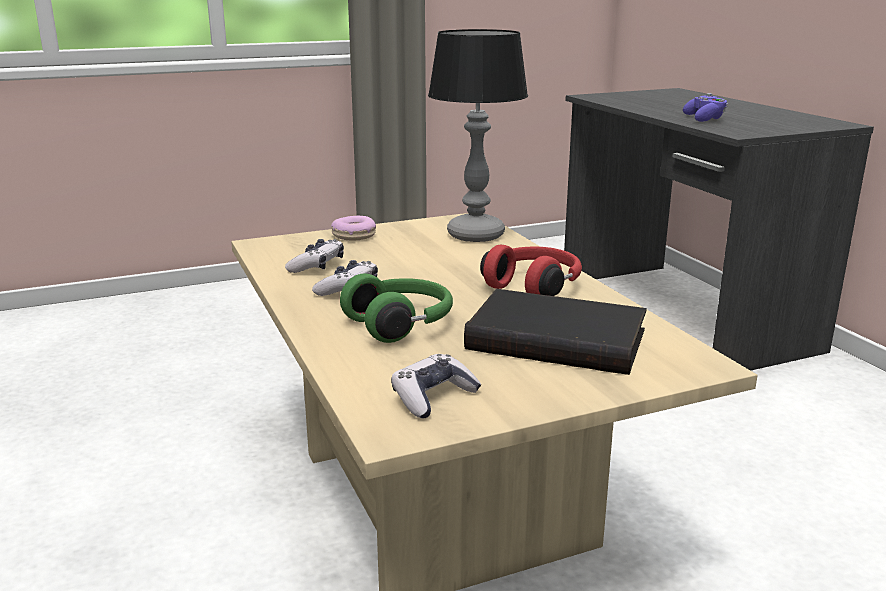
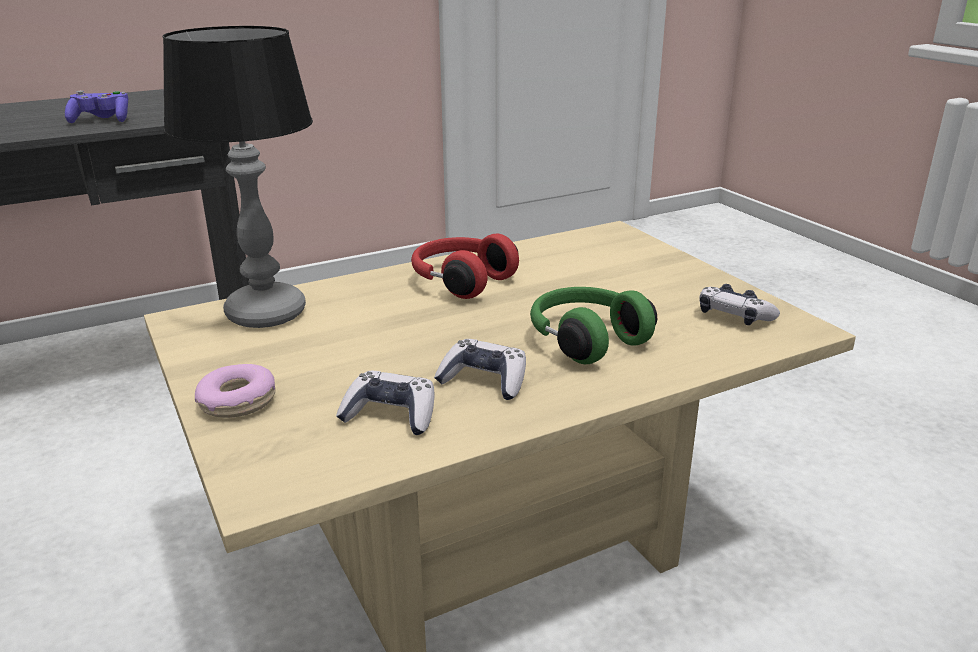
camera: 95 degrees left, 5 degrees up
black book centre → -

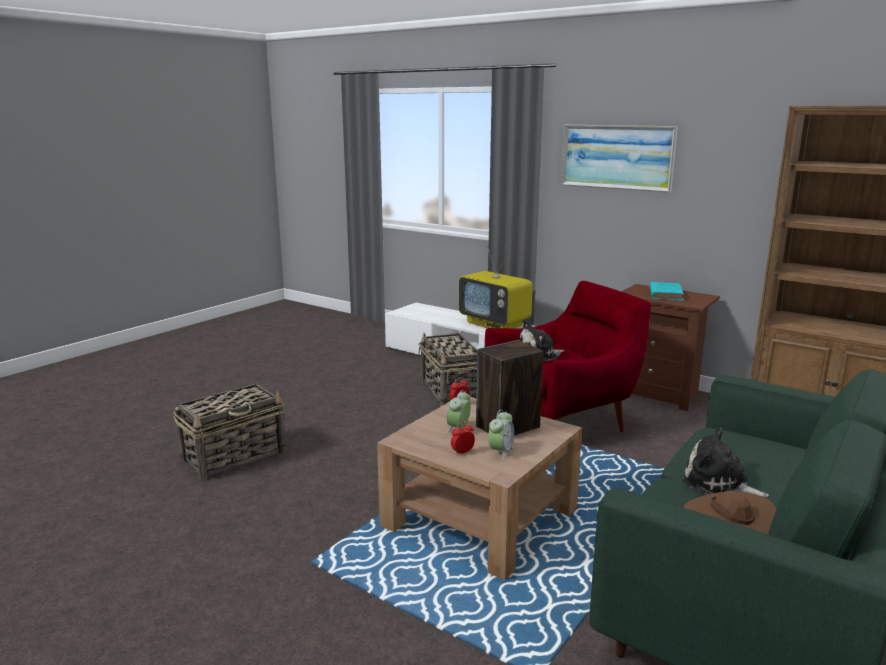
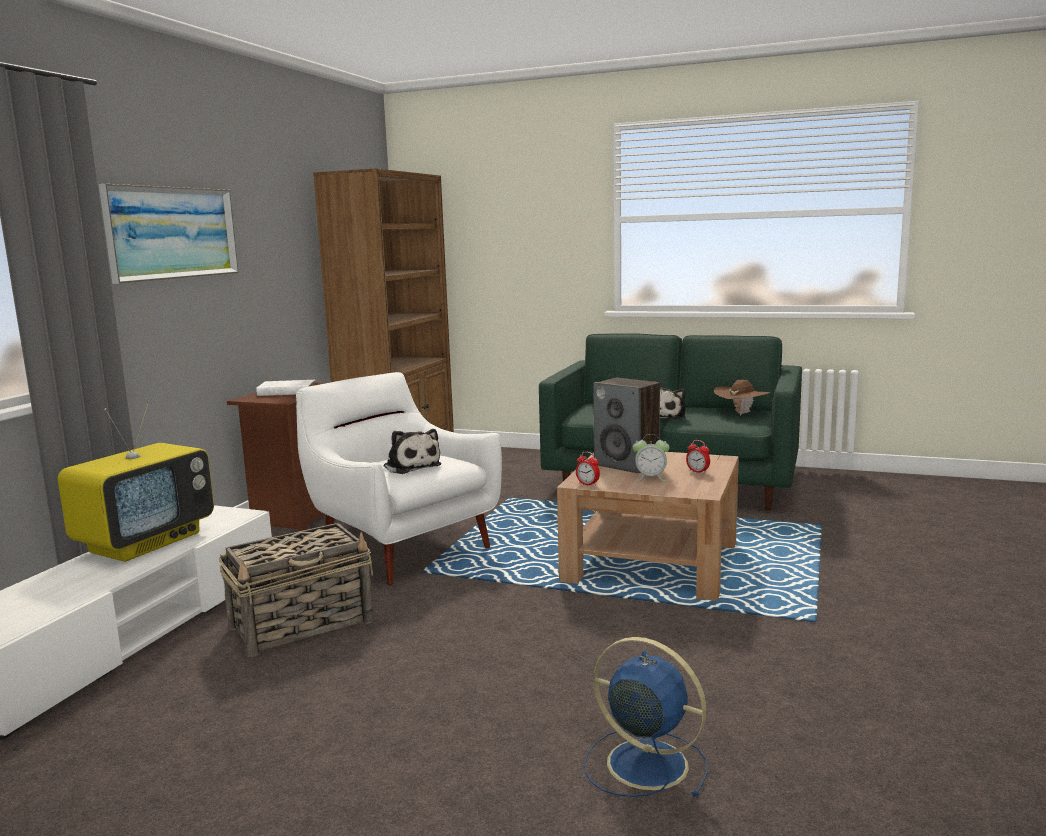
camera: 105 degrees left, 5 degrees down
turquoise book middle right → white book middle left
red armchair centre → white armchair centre
basket (no. 1 from left) middle left → blue fan bottom centre
alarm clock (no. 4 from left) centre → -

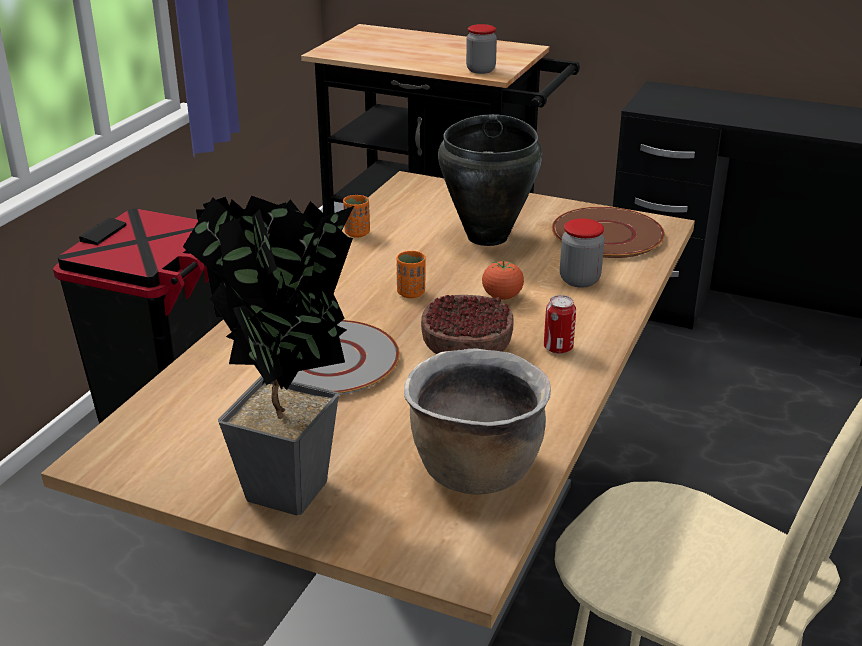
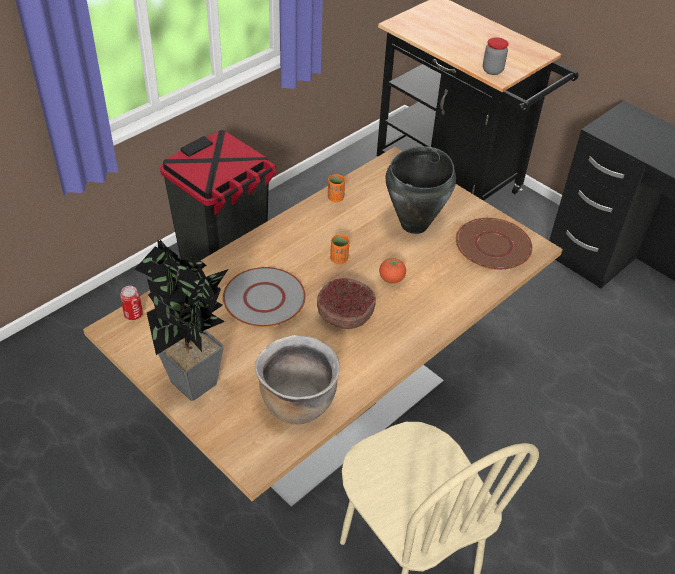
camera: 20 degrees right, 15 degrees up
can centre → can middle left, relocated
jar (no. 2 from left) middle right → -

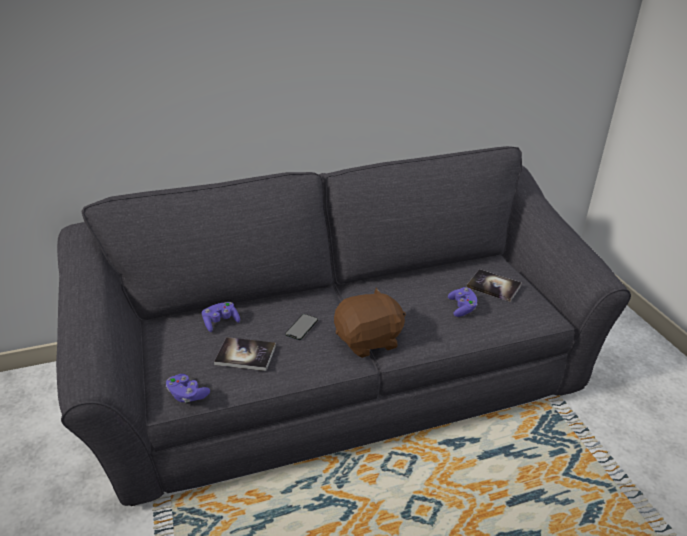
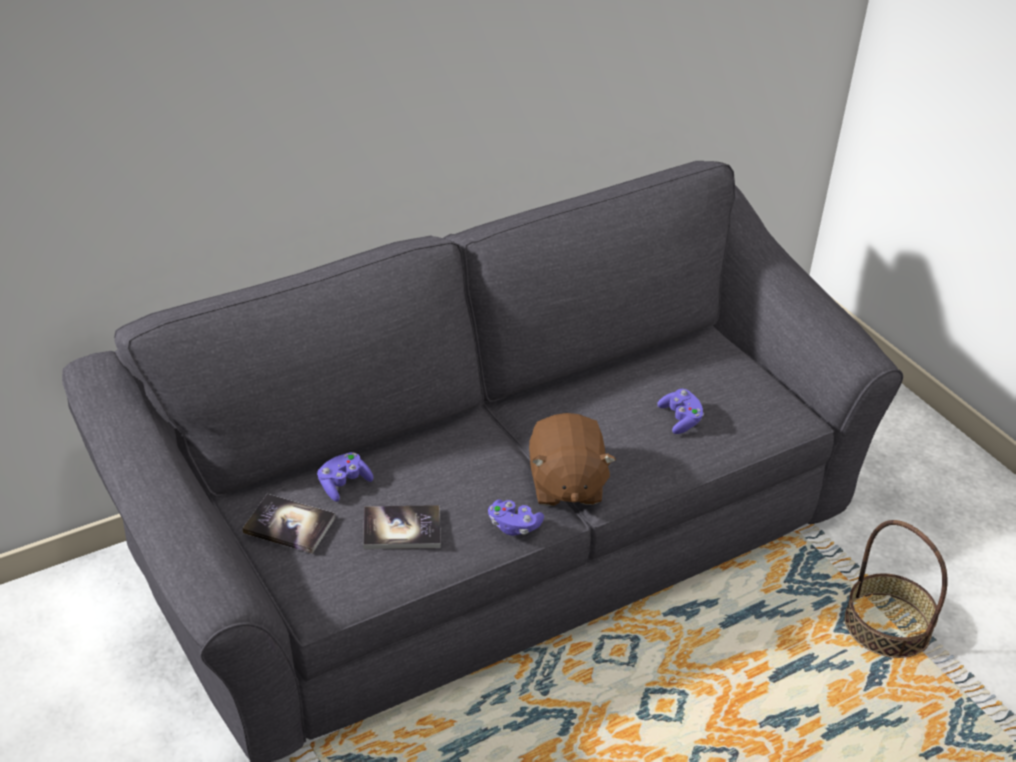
camera: 15 degrees left, 5 degrees up
book (no. 2 from left in the first image) middle right → book (no. 1 from left) bottom left, relocated
purple game controller (no. 1 from left in the first image) bottom left → purple game controller (no. 2 from left) bottom centre, relocated
brown plush toy centre, 120 degrees clockwise
- → basket bottom right
phone centre → -

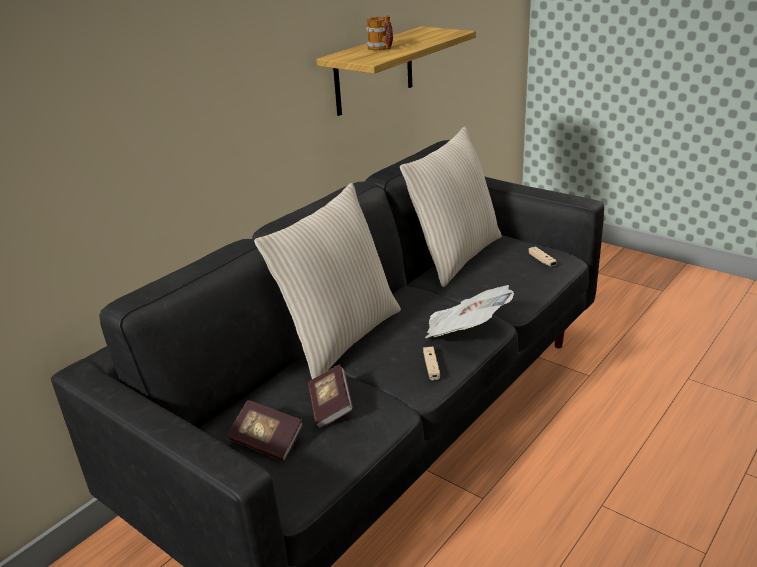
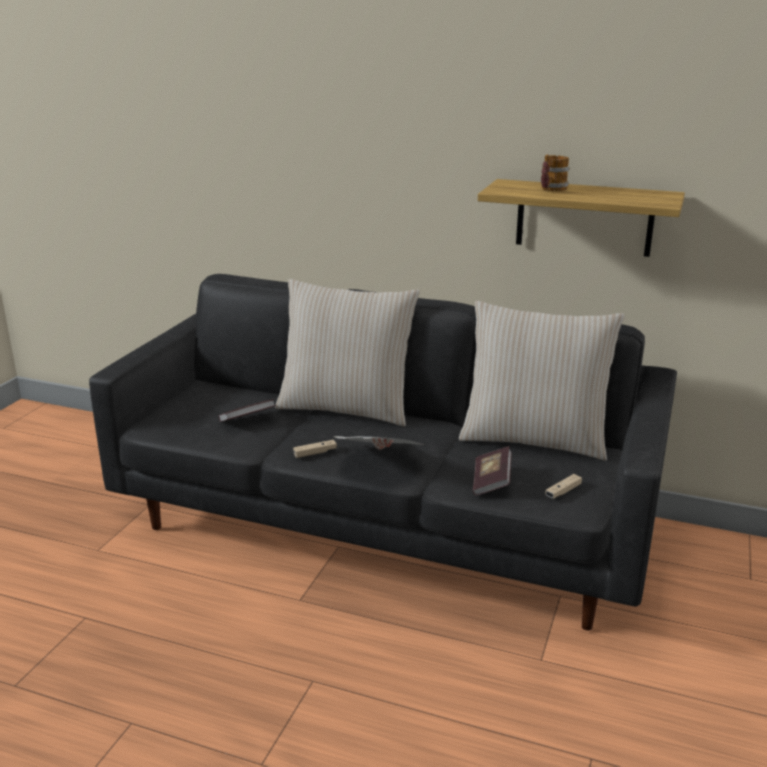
camera: 70 degrees right, 5 degrees down
book (no. 1 from left in the first image) bottom centre → book (no. 2 from left) centre, relocated

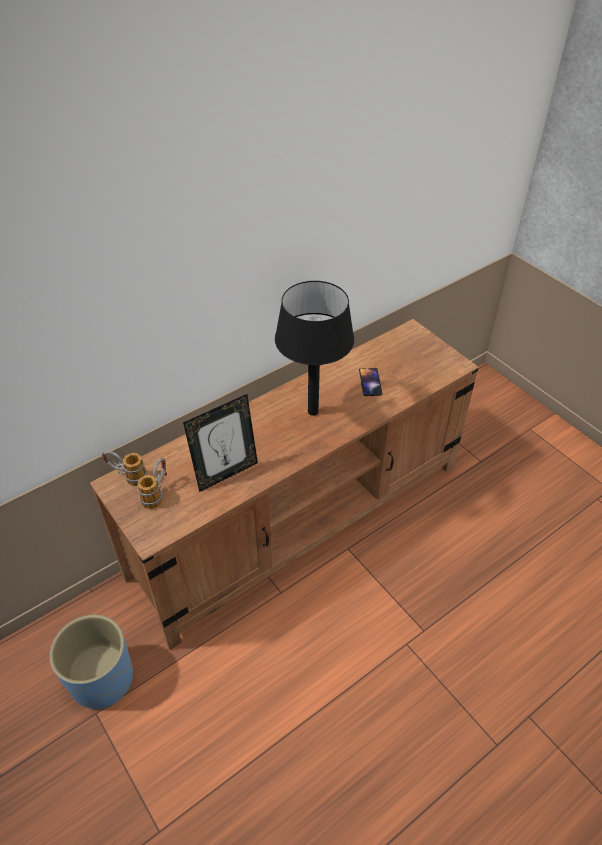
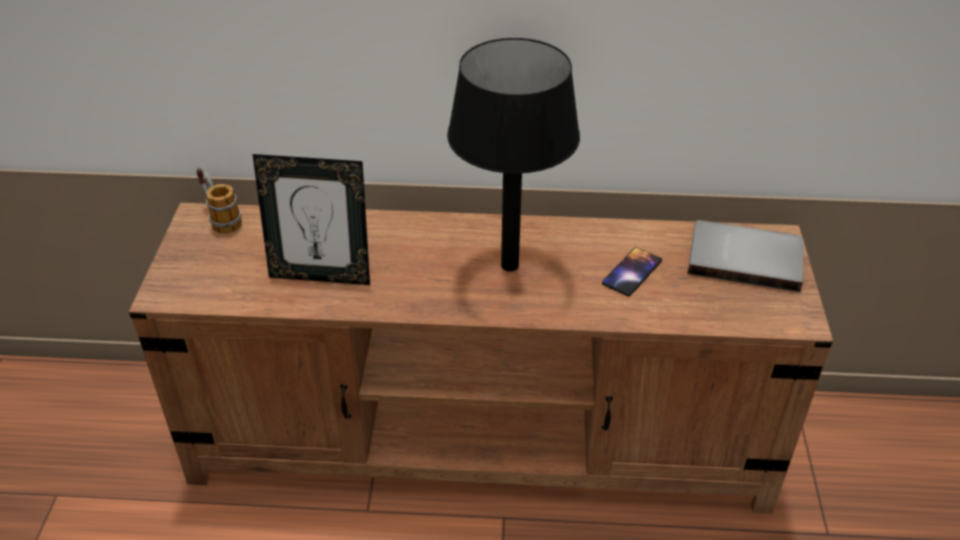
camera: 40 degrees right, 5 degrees down
- → grey book middle right
blue planter bottom left → -
mug (no. 2 from left) middle left → -

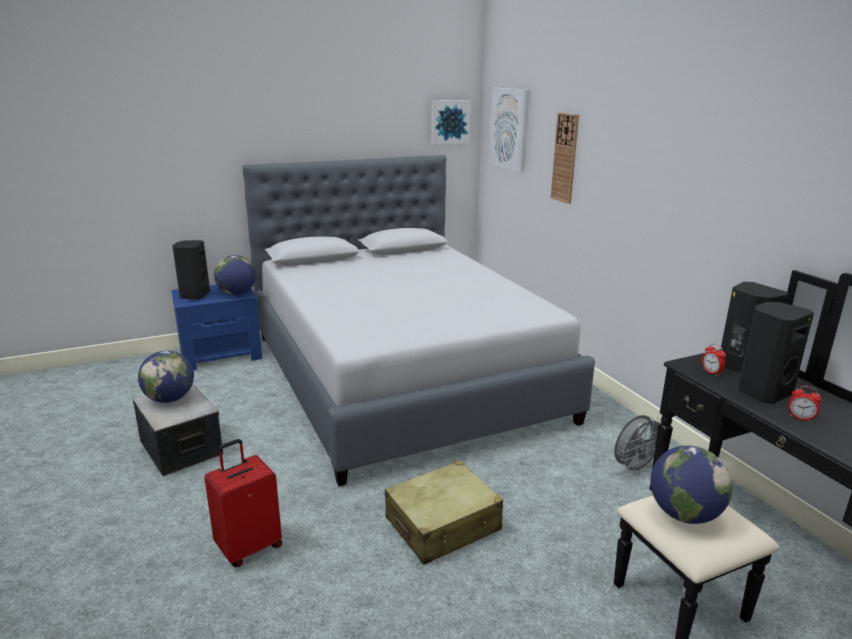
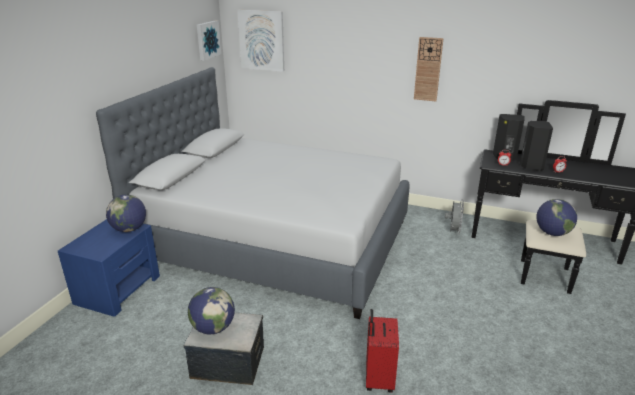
camera: 45 degrees left, 5 degrees up
wall clock top centre → wall clock top right, relocated
black speaker (no. 1 from left) middle left → -
beige suitcase bottom centre → -

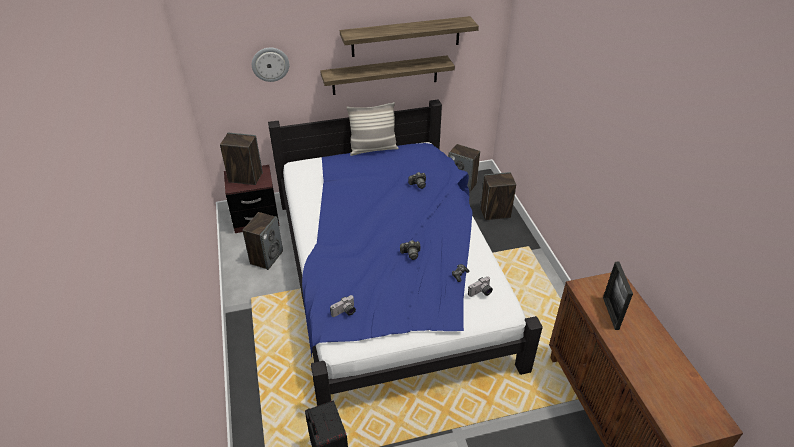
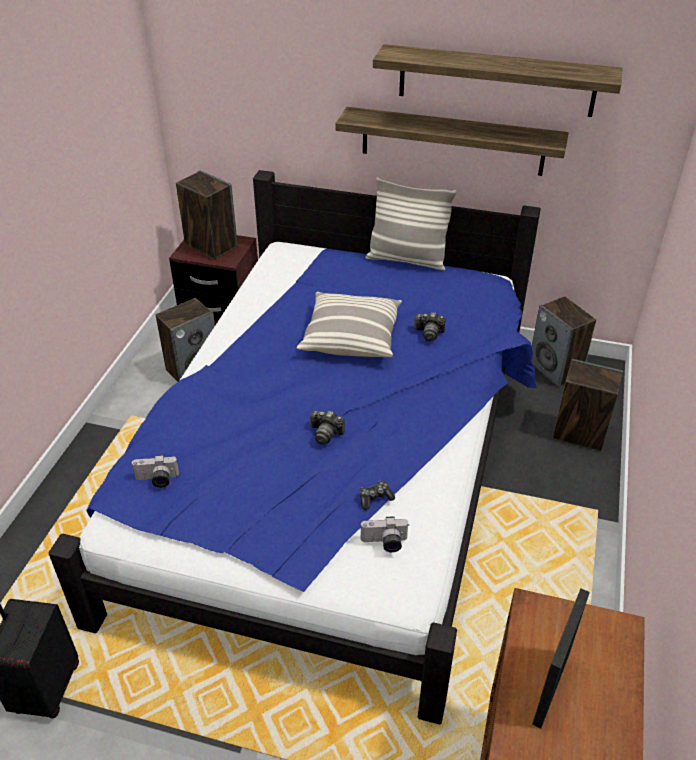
camera: 30 degrees right, 0 degrees up
- → pillow (no. 1 from left) centre
wall clock top centre → -

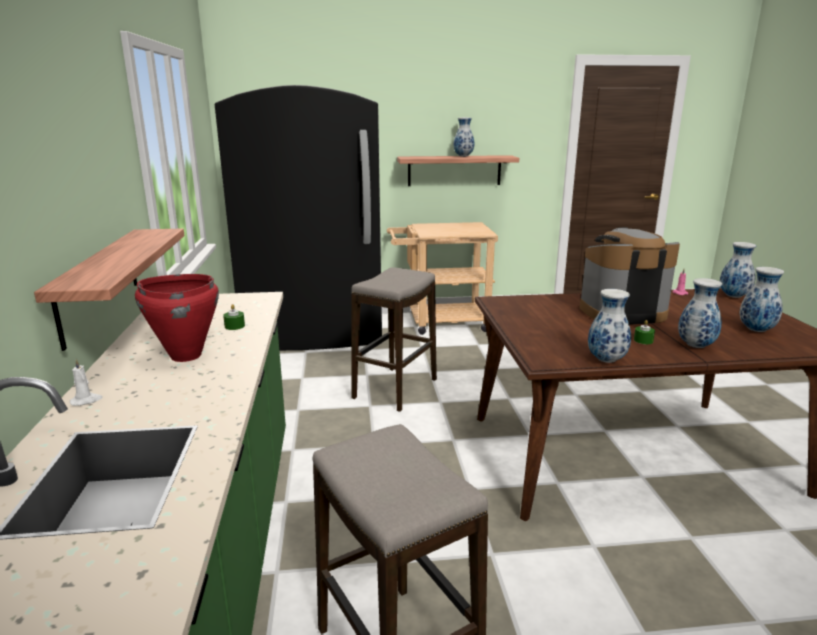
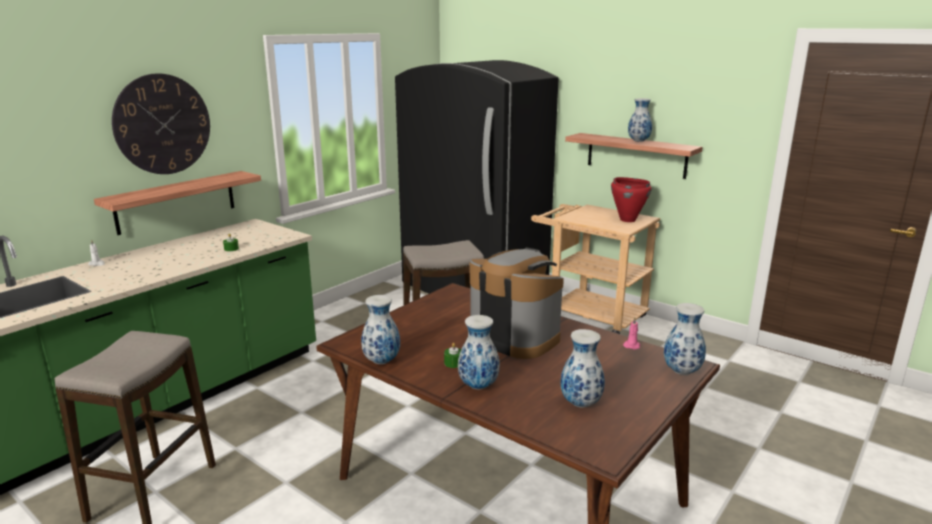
camera: 45 degrees right, 0 degrees up
- → wall clock top left
red cooking pot middle left → red cooking pot middle right, relocated

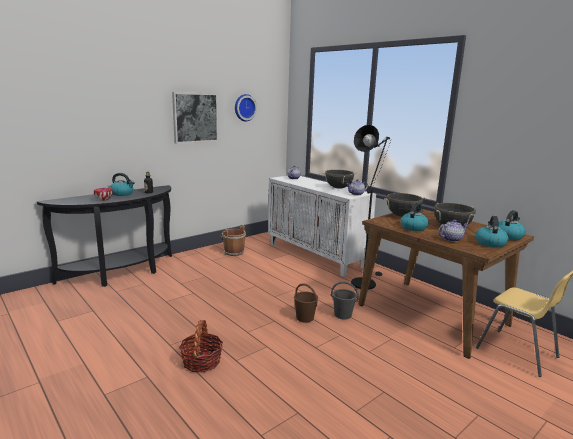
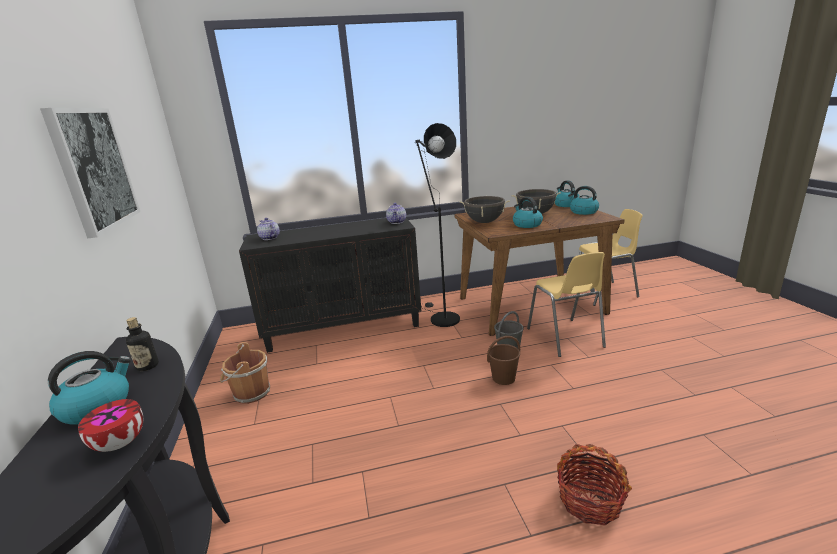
camera: 60 degrees left, 5 degrees up
white cabinet centre → black cabinet centre
- → yellow chair (no. 1 from left) middle right
wall clock top centre → -
black cooking pot (no. 1 from left) centre → -
teapot (no. 3 from left) middle right → -

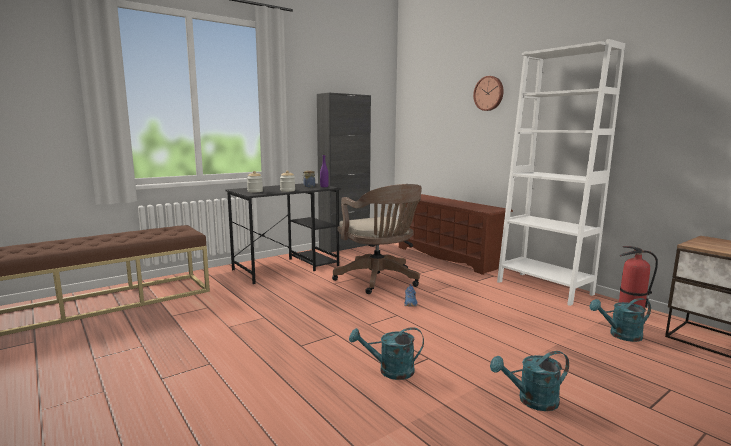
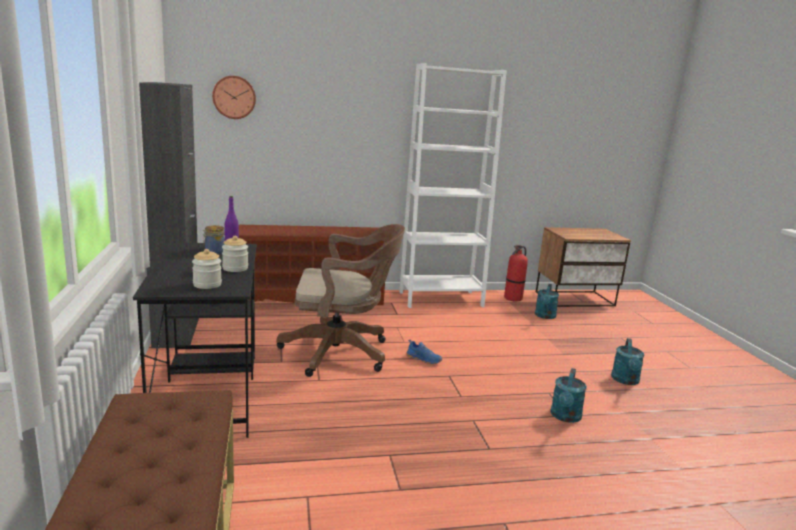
camera: 65 degrees left, 5 degrees up
wall clock top right → wall clock top left, relocated

